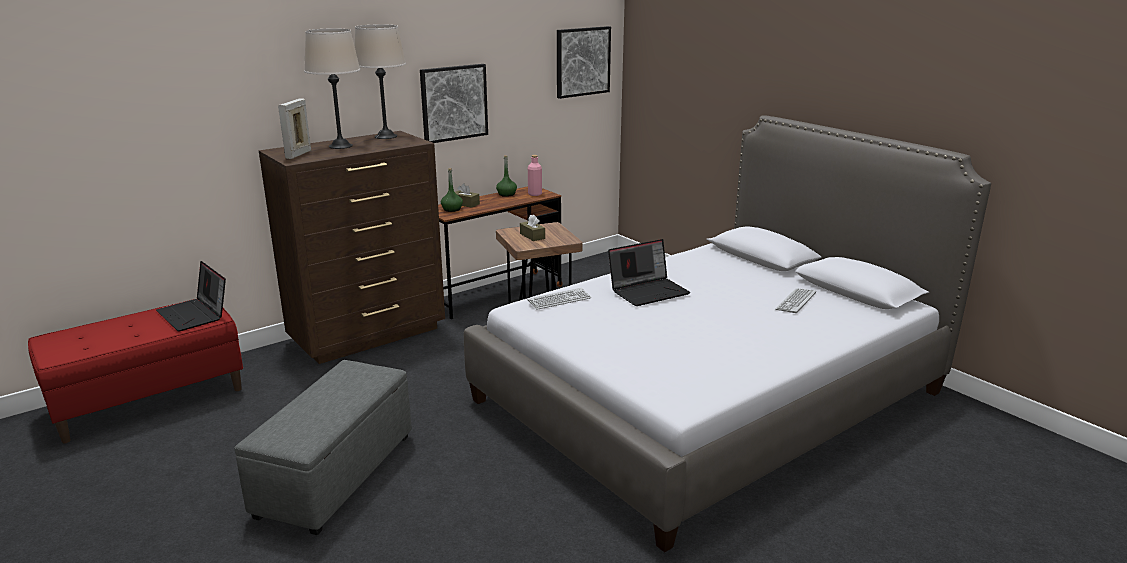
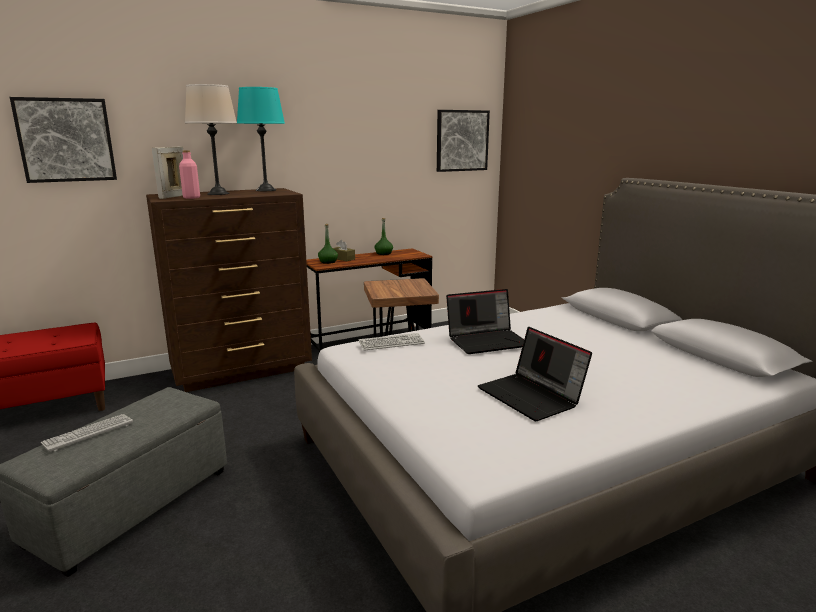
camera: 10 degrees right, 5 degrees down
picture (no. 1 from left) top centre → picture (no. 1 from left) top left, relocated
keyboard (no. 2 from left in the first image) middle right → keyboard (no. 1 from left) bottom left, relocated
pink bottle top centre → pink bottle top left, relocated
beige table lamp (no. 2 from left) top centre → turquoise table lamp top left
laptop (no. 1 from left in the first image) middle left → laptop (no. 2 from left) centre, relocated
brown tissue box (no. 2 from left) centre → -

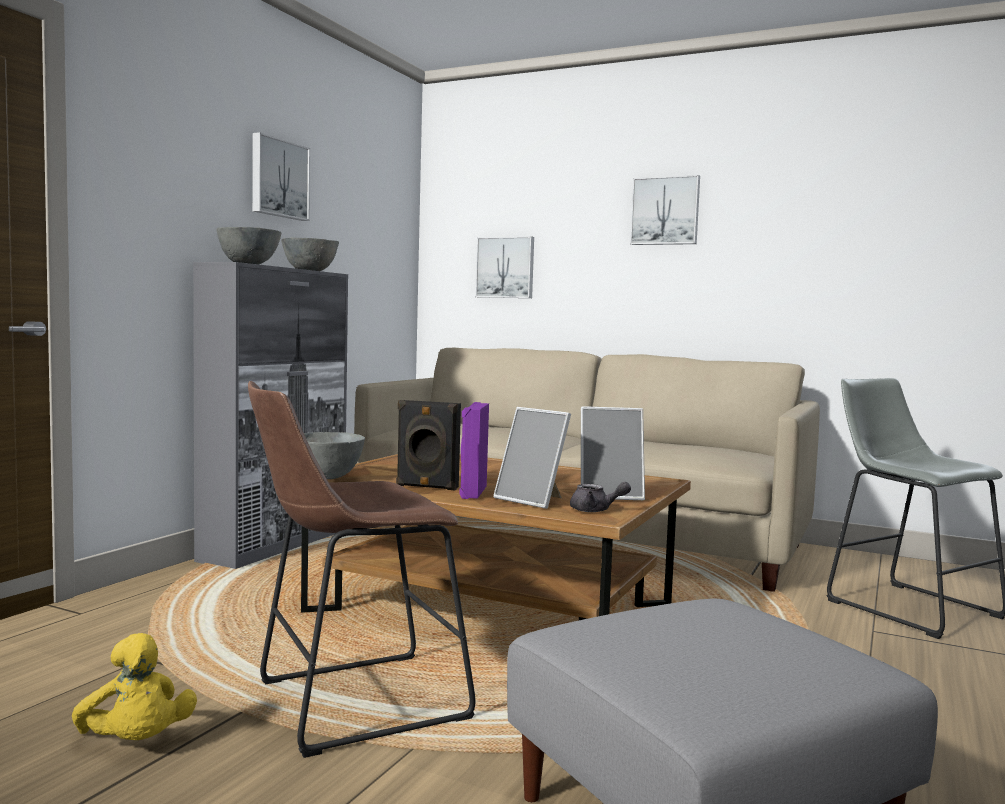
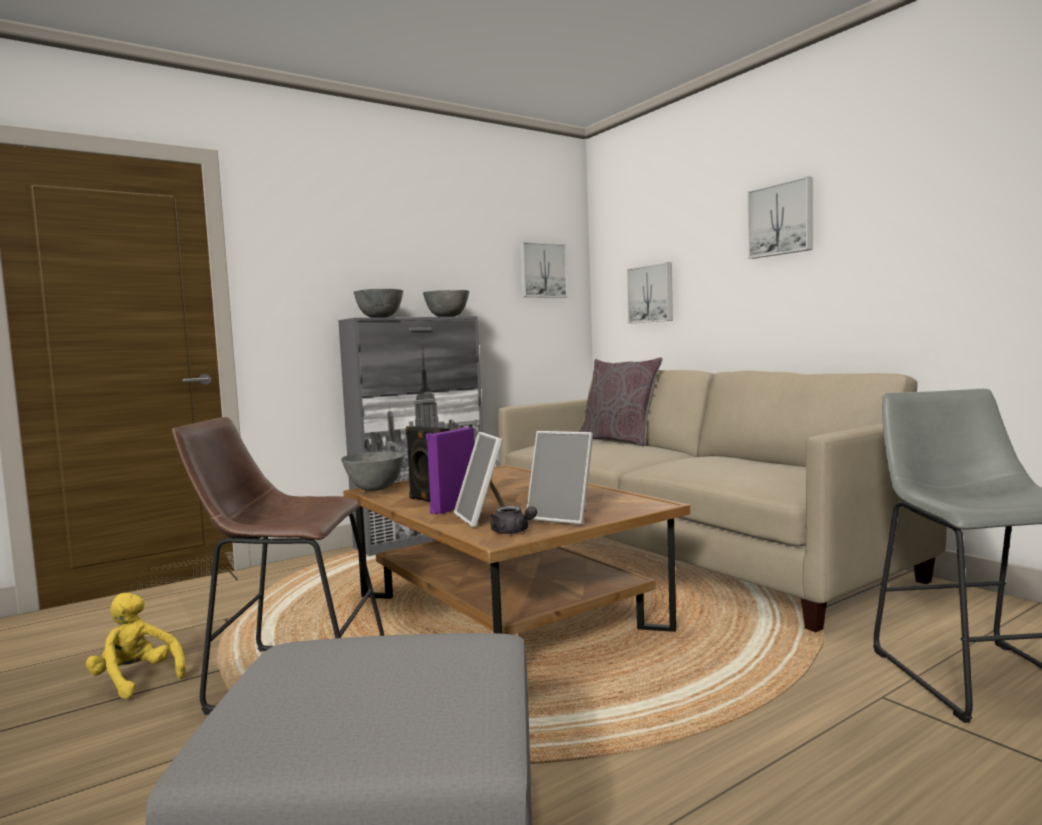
camera: 30 degrees right, 0 degrees up
yellow plush toy bottom left, 135 degrees clockwise
picture (no. 1 from left) top left → picture (no. 1 from left) top centre, relocated
- → grey pillow centre

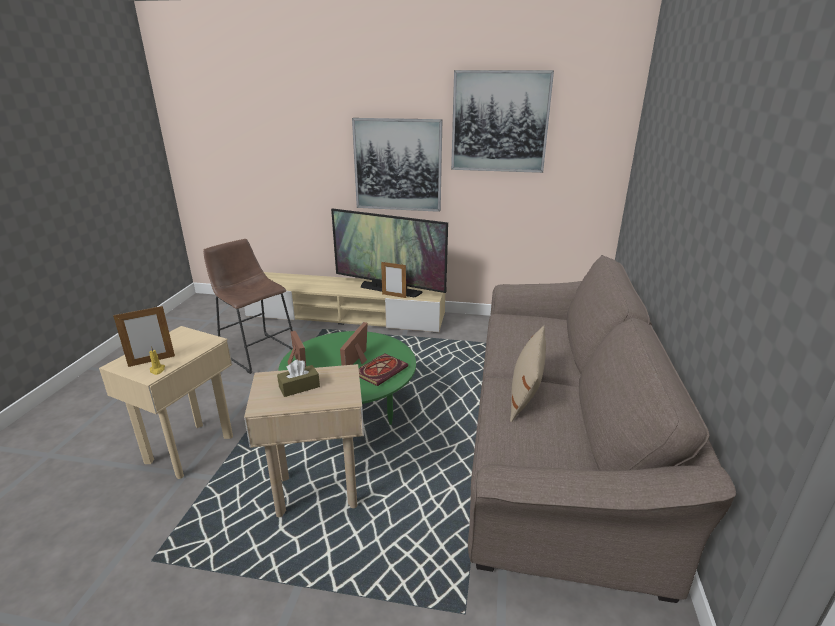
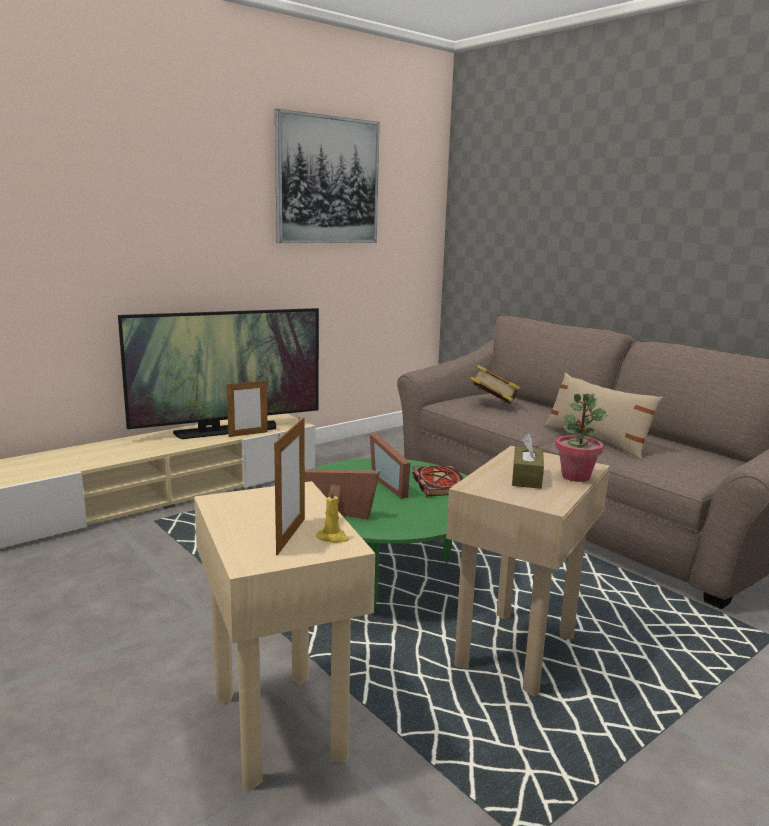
camera: 50 degrees left, 10 degrees down
- → book (no. 2 from left) centre
- → potted plant middle right
brown stool middle left → -
picture (no. 1 from left) top centre → -

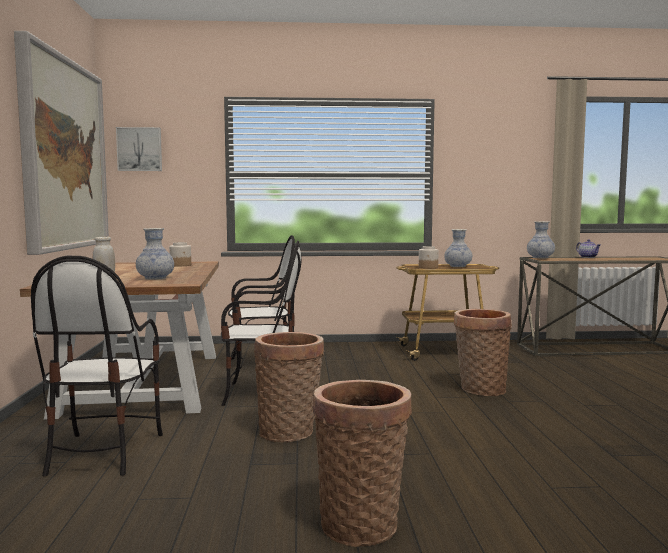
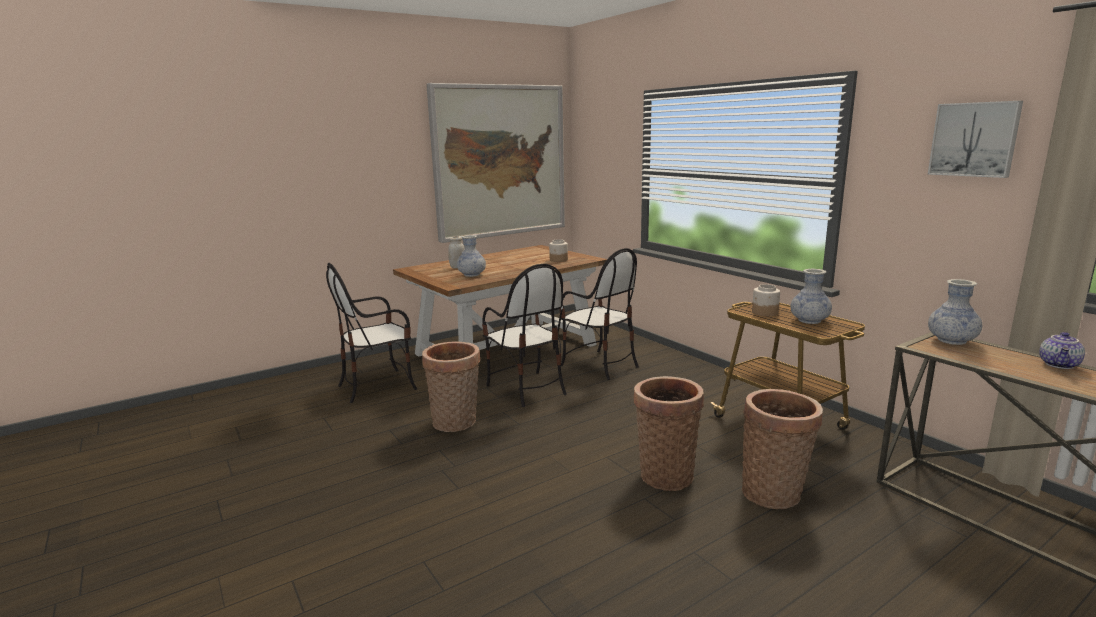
camera: 60 degrees right, 10 degrees up
basket (no. 2 from left in the first image) bottom centre → basket (no. 3 from left) bottom right, relocated
picture (no. 2 from left) top left → picture (no. 2 from left) top right, relocated

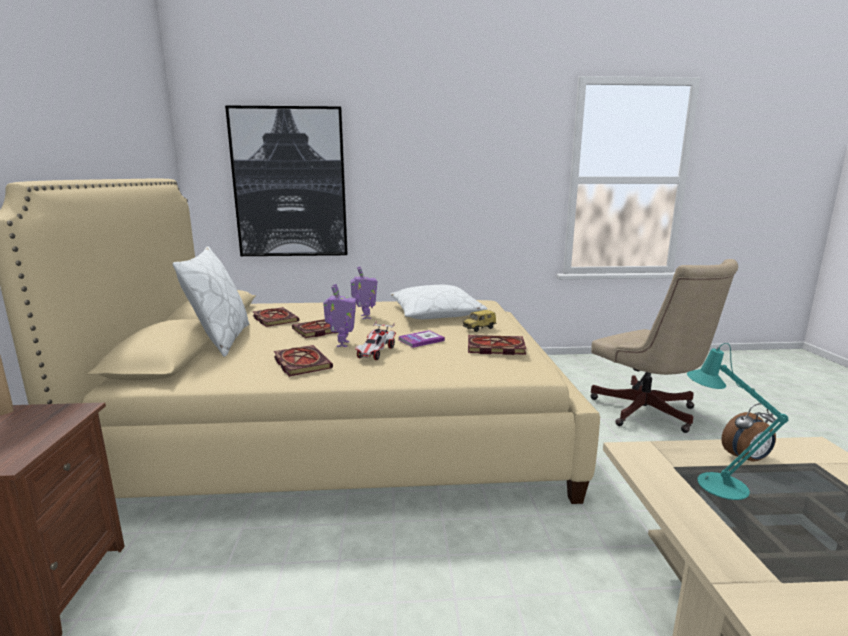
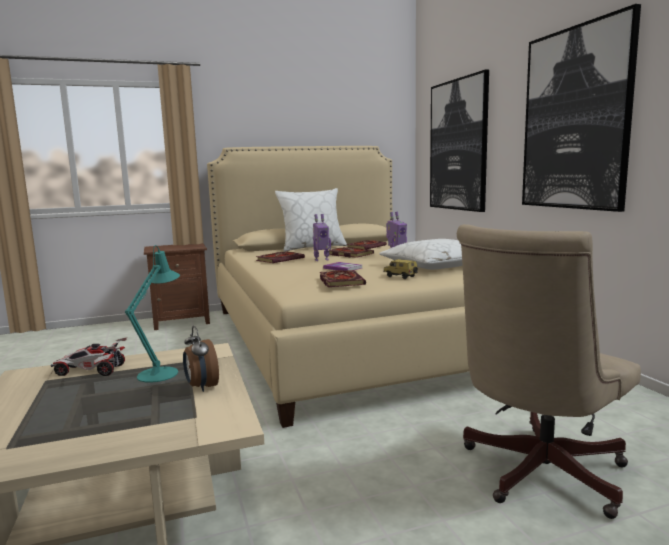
camera: 75 degrees right, 5 degrees down
toy car (no. 1 from left) centre → toy car (no. 1 from left) middle left, relocated
- → picture (no. 2 from left) top right

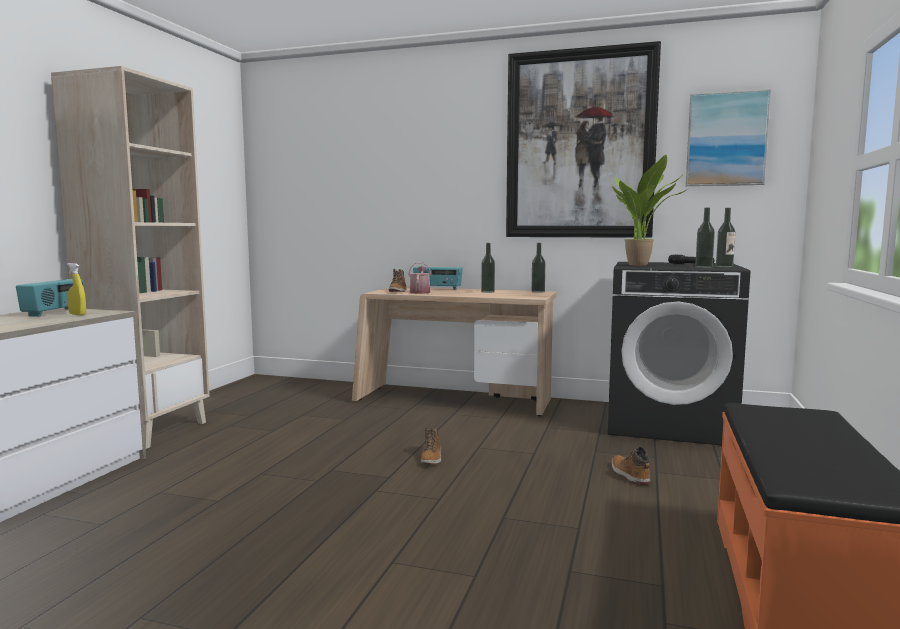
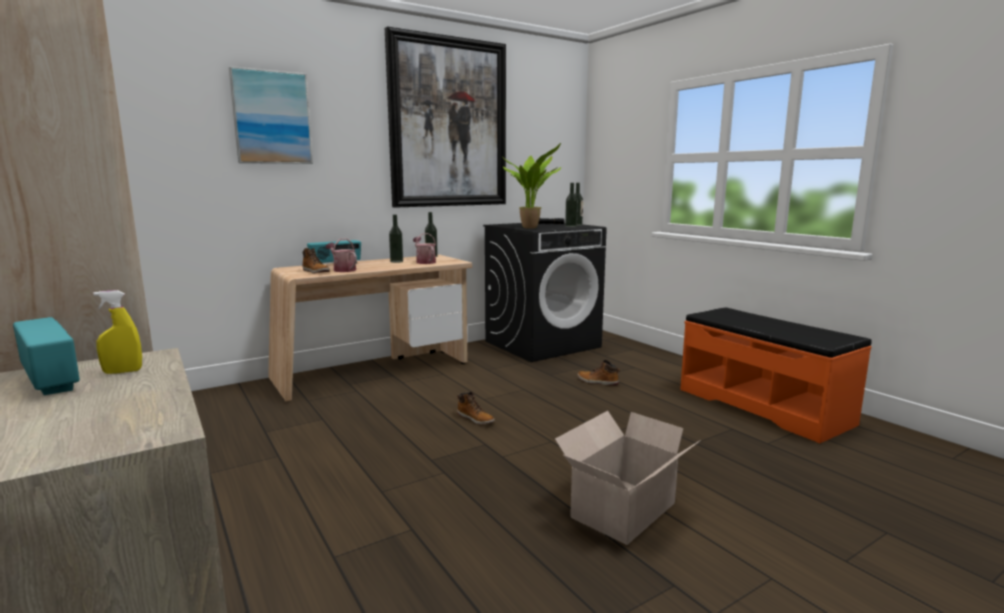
camera: 50 degrees left, 5 degrees up
picture (no. 2 from left in the first image) top right → picture (no. 1 from left) top left, relocated
- → watering can (no. 2 from left) centre
- → cardboard box bottom centre

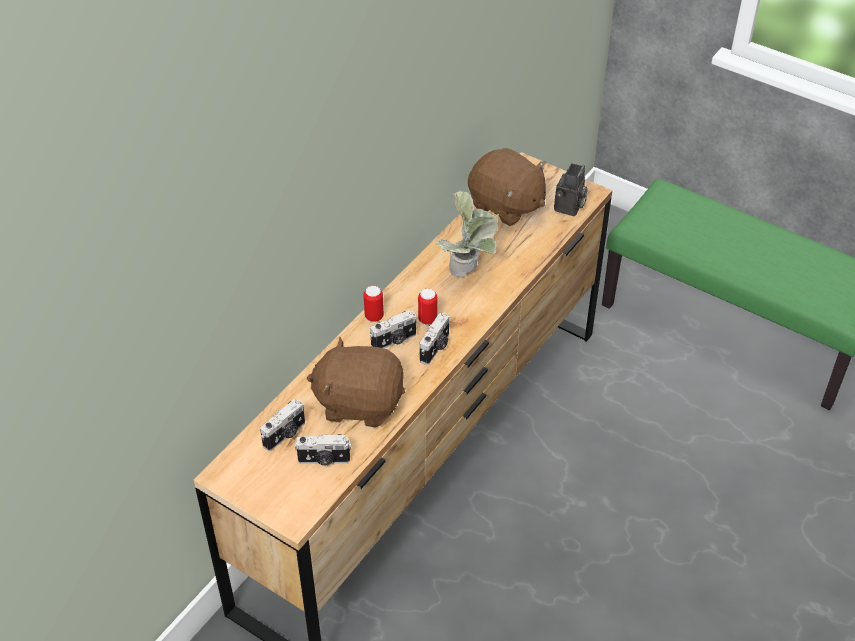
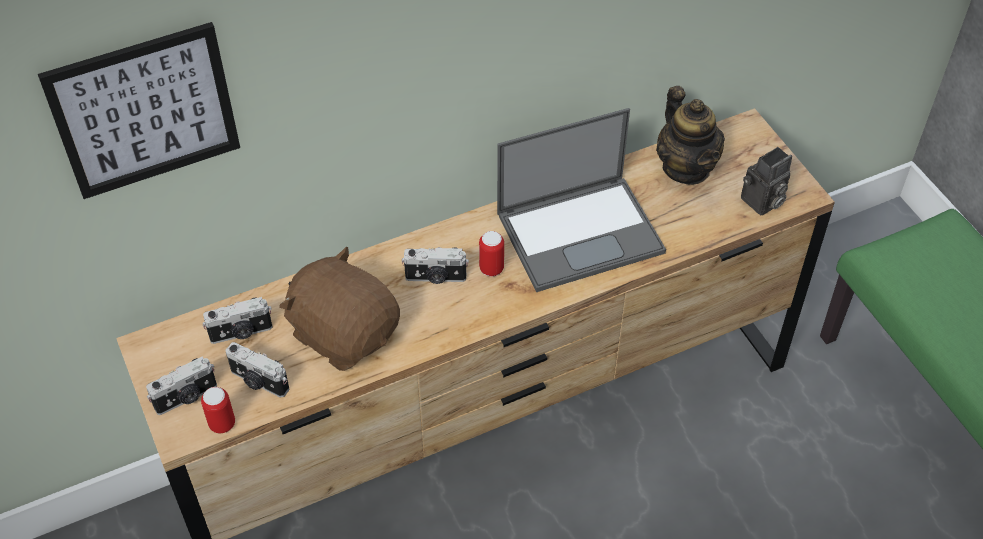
camera: 30 degrees right, 5 degrees up
- → picture top left
photo camera (no. 4 from left in the first image) centre → photo camera (no. 1 from left) bottom left, relocated
can (no. 1 from left) centre → can (no. 1 from left) bottom left, relocated
potted plant centre → laptop centre
brown plush toy (no. 2 from left) top centre → teapot top right

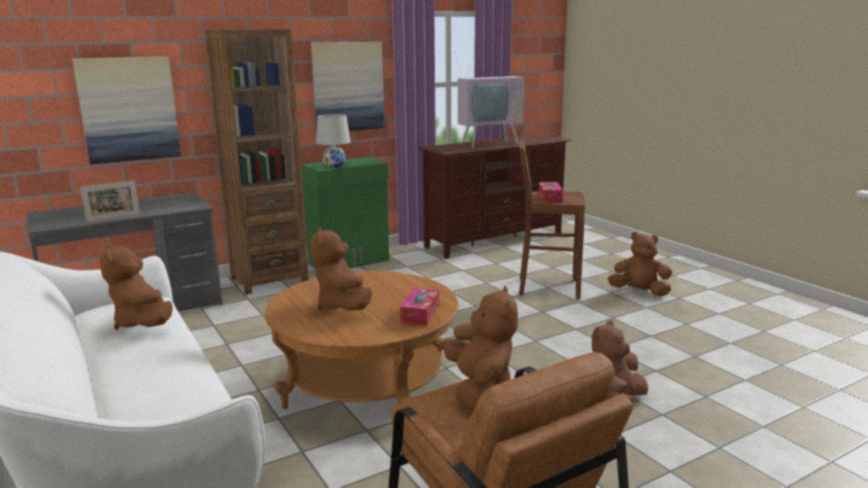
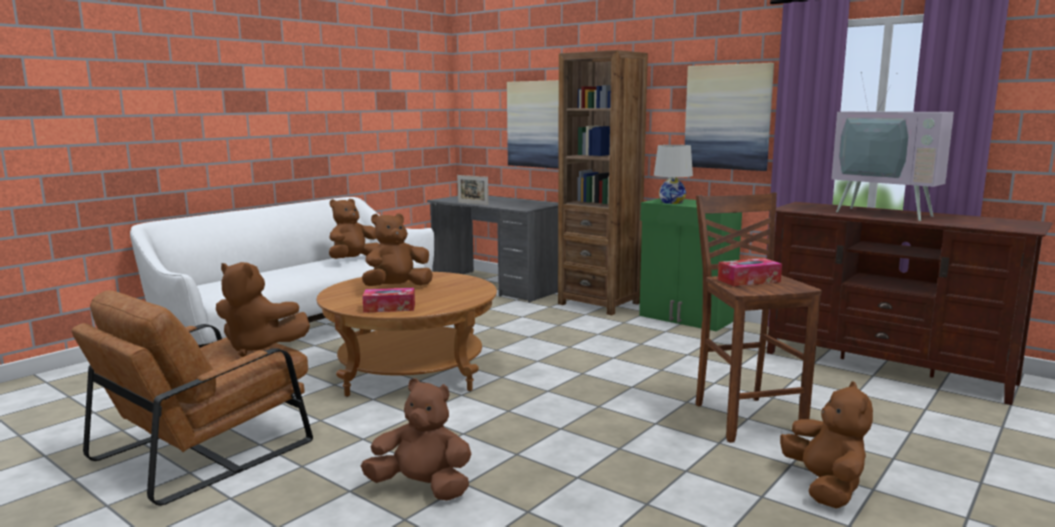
camera: 70 degrees right, 5 degrees down
brown plush toy (no. 3 from left in the first image) bottom centre → brown plush toy (no. 1 from left) middle left, 45 degrees clockwise

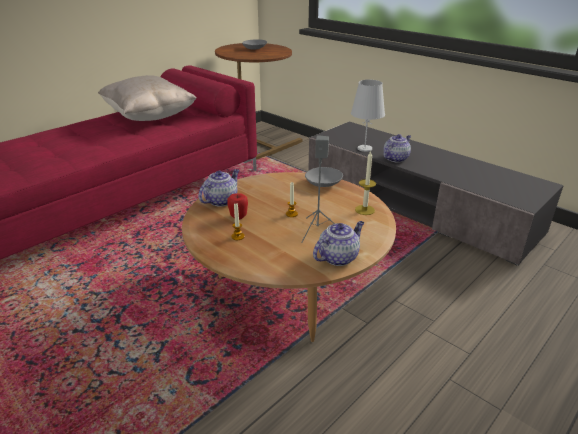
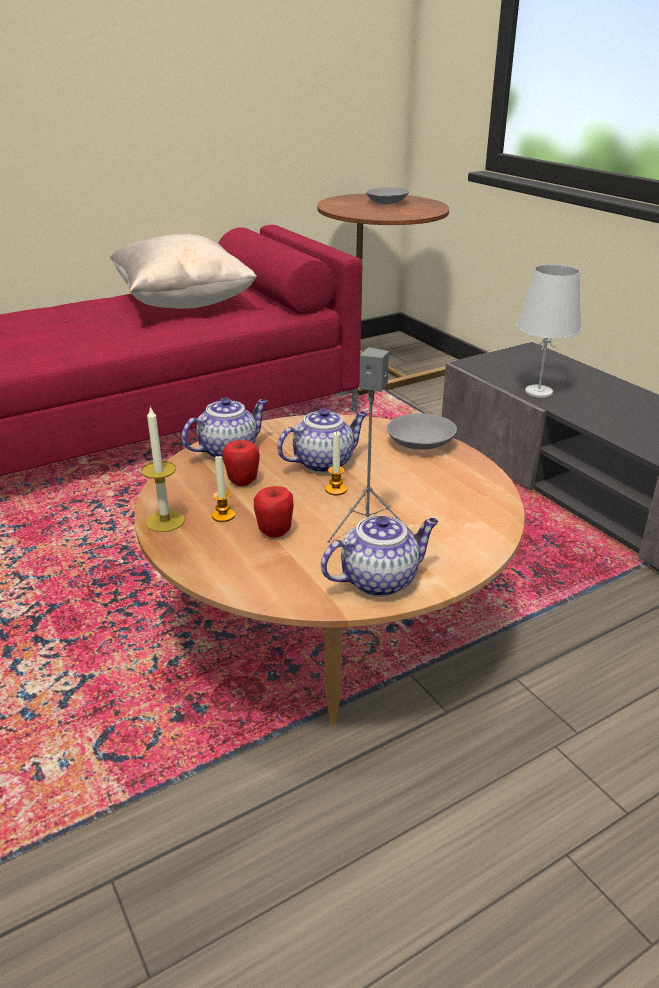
camera: 15 degrees right, 0 degrees up
candle (no. 3 from left in the first image) centre → candle (no. 1 from left) middle left, relocated
- → apple (no. 2 from left) centre
teapot (no. 3 from left in the first image) middle right → teapot (no. 2 from left) centre, relocated

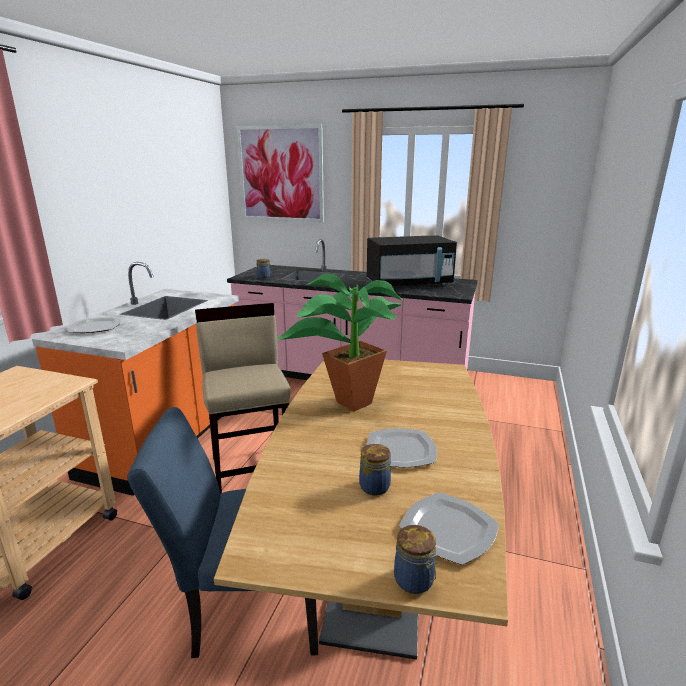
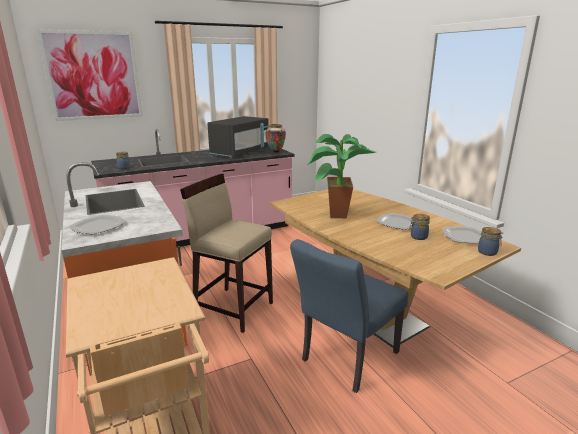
camera: 45 degrees left, 0 degrees up
- → vase top centre

